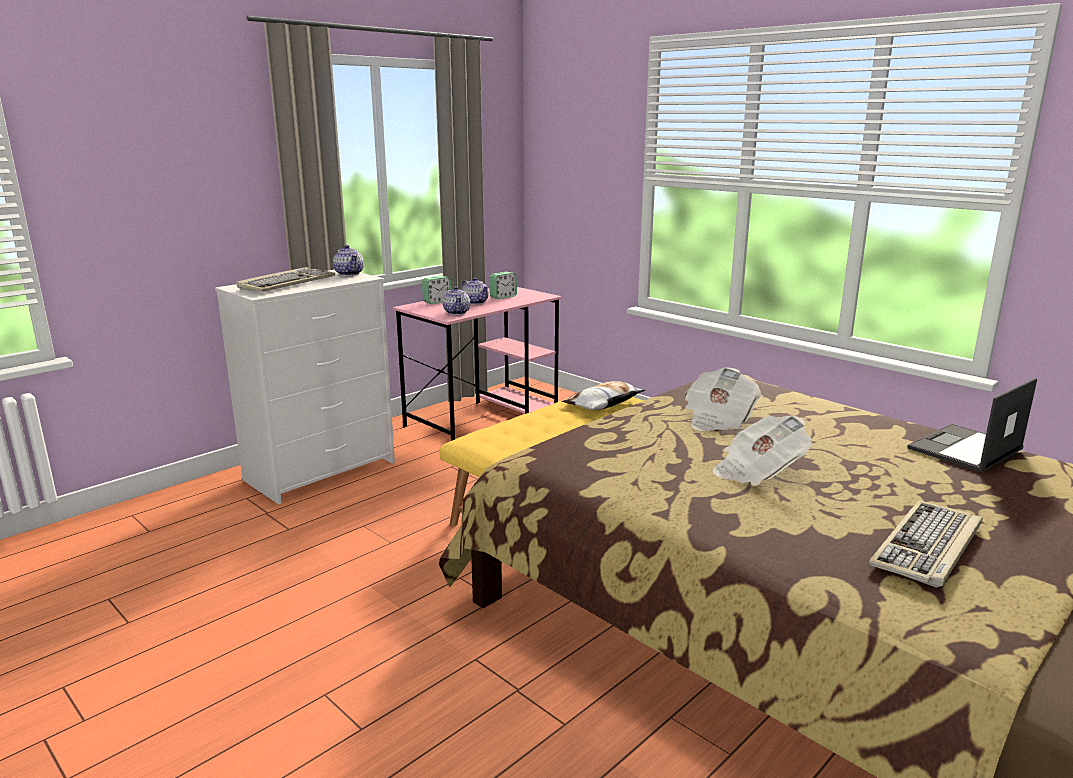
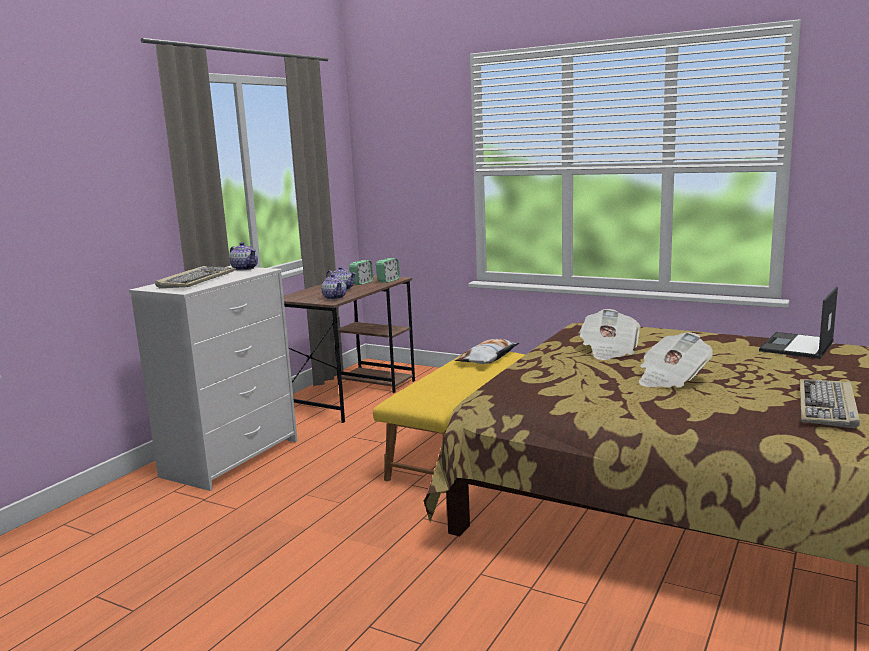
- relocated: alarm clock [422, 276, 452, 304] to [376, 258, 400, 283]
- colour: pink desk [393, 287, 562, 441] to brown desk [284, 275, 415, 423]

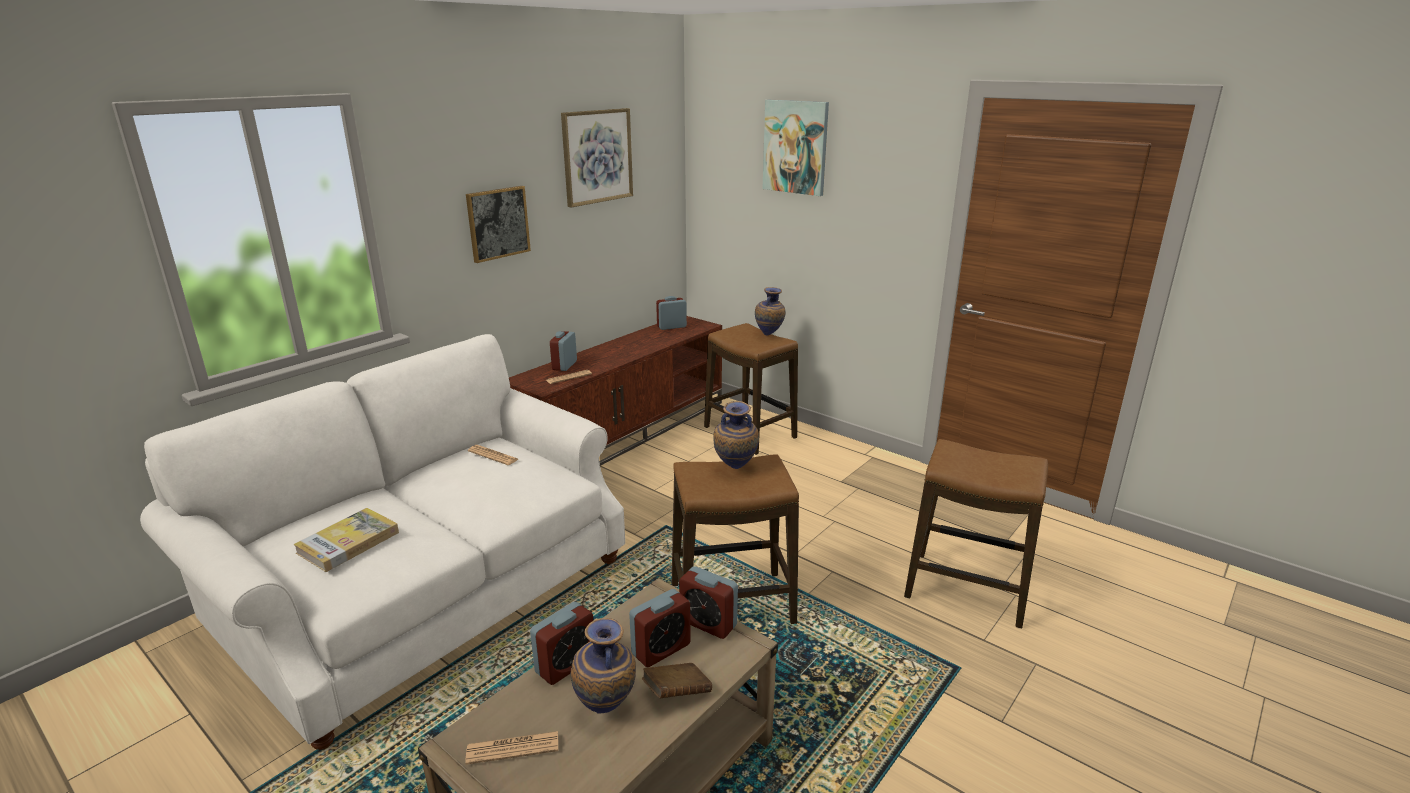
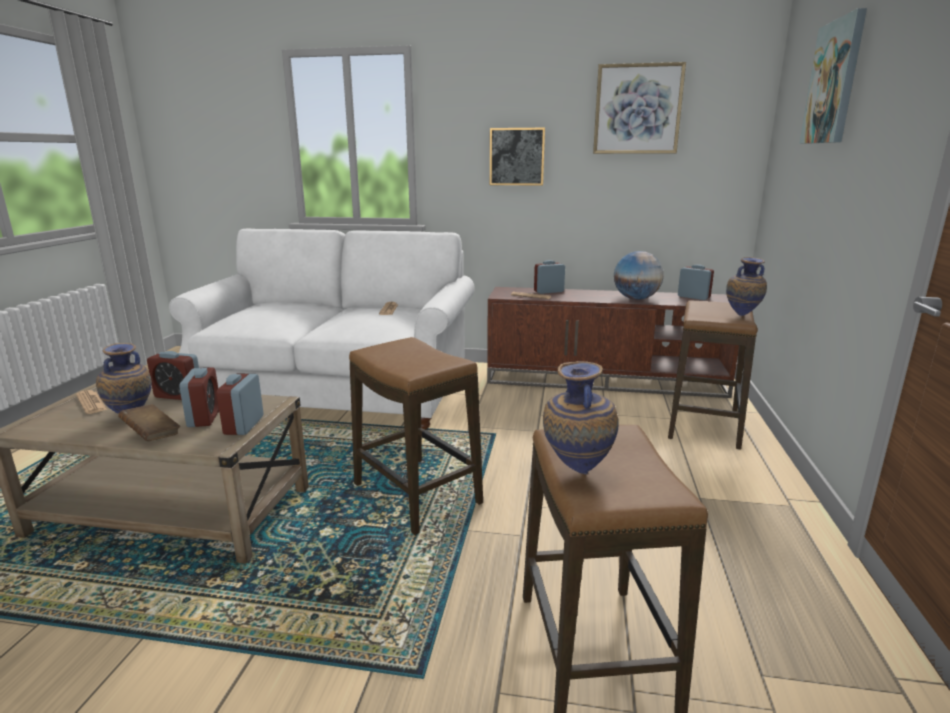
- missing: book [293, 508, 399, 572]
- appeared: globe [614, 251, 664, 300]
- relocated: vase [713, 401, 759, 469] to [543, 361, 619, 475]
- spun: alarm clock [629, 589, 691, 667] = [179, 367, 219, 427] 120 degrees counterclockwise

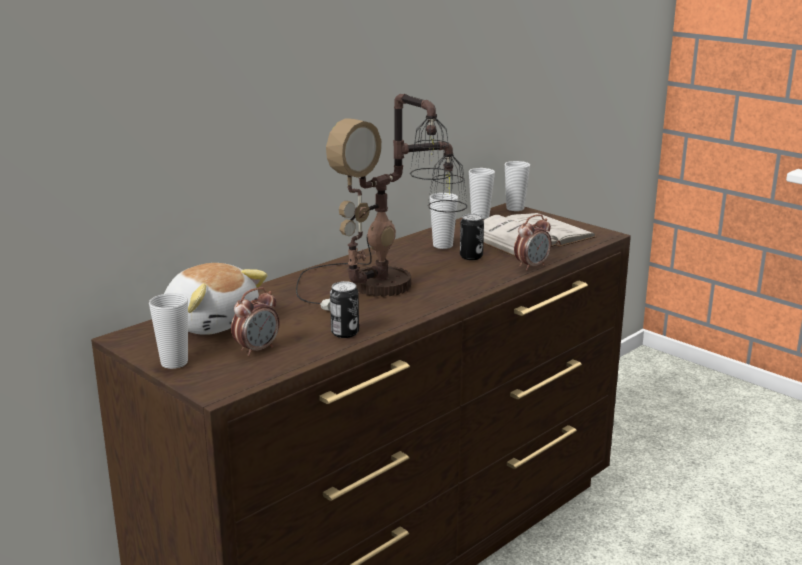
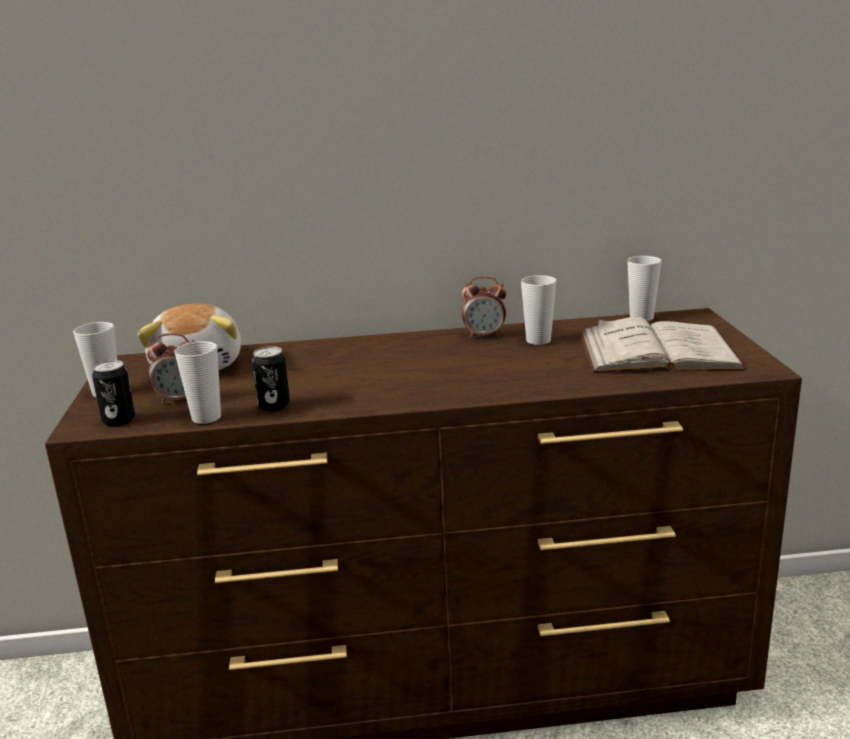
- missing: table lamp [296, 93, 467, 311]
- relocated: can [460, 214, 484, 260] to [92, 360, 135, 426]
- relocated: cup [505, 161, 530, 211] to [175, 341, 221, 424]
- relocated: alarm clock [514, 214, 552, 270] to [461, 276, 507, 338]

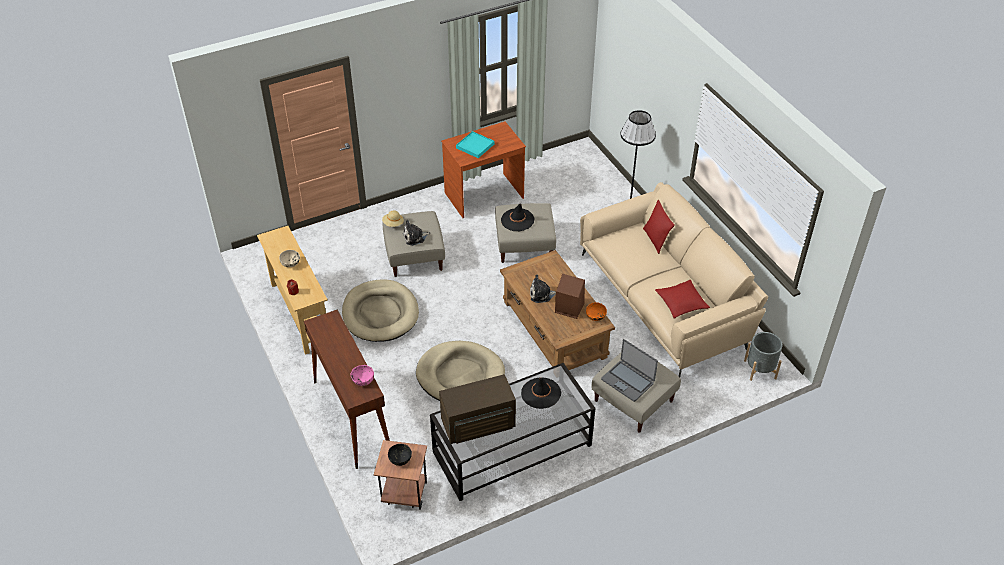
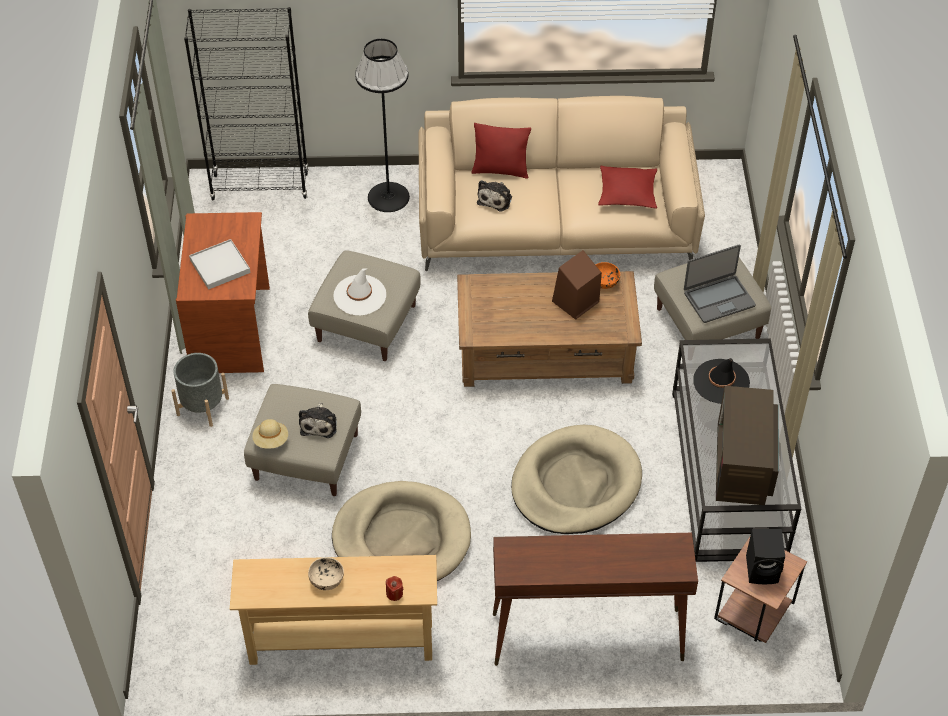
- missing: pink bowl [351, 365, 374, 386]
- appeared: black bookcase [184, 7, 308, 200]
- relocated: plush toy [530, 274, 556, 303] to [477, 180, 512, 211]
- relocated: grey planter [744, 332, 782, 381] to [171, 353, 229, 427]
- exchanged: black bowl [388, 444, 412, 466] to black speaker [746, 529, 785, 584]
- colour: turquoise tray [456, 131, 494, 158] to white tray [189, 239, 251, 290]
- colour: black hat [501, 204, 534, 231] to white hat [333, 268, 386, 316]

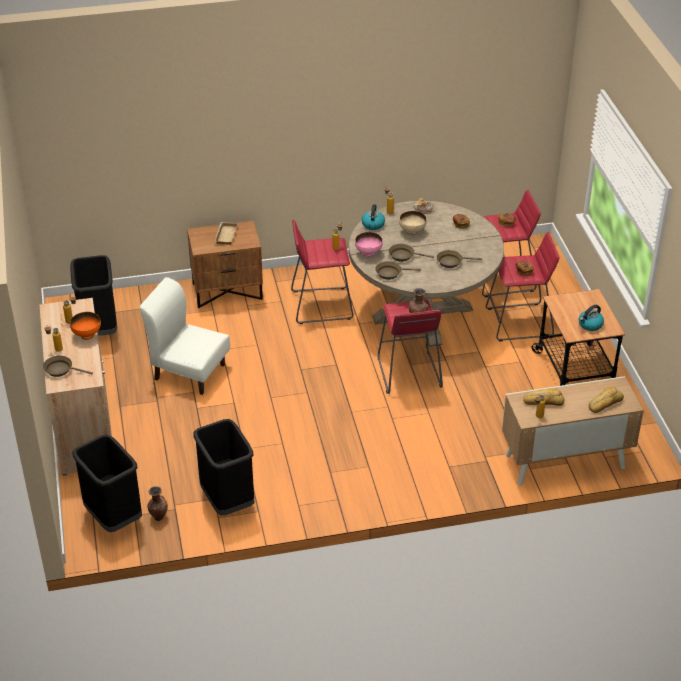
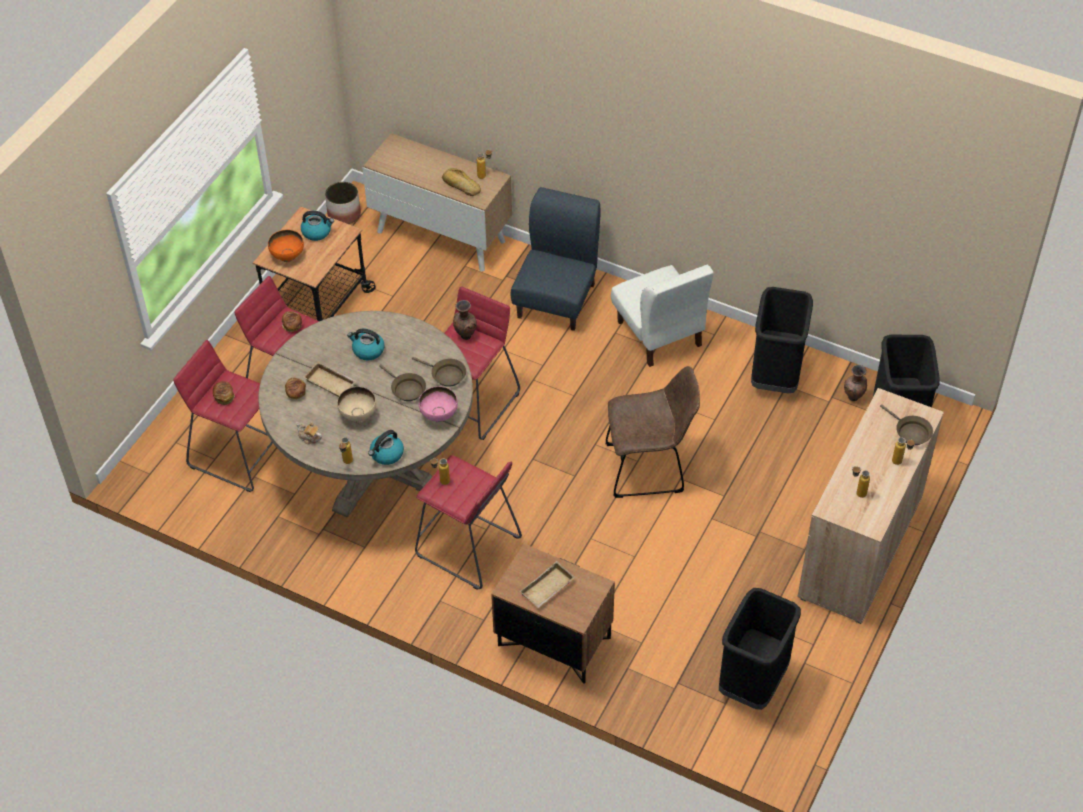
- missing: bread [589, 387, 624, 413]
- appeared: beige tray [303, 361, 356, 397]
- appeared: planter [325, 182, 361, 224]
- appeared: blue chair [511, 187, 600, 331]
- appeared: brown chair [605, 366, 700, 498]
- relocated: orange bowl [70, 312, 101, 340] to [268, 230, 304, 262]
- relocated: white chair [140, 277, 230, 395] to [611, 265, 714, 367]
- exchanged: brown frying pan [437, 250, 482, 268] to kettle [347, 328, 385, 360]

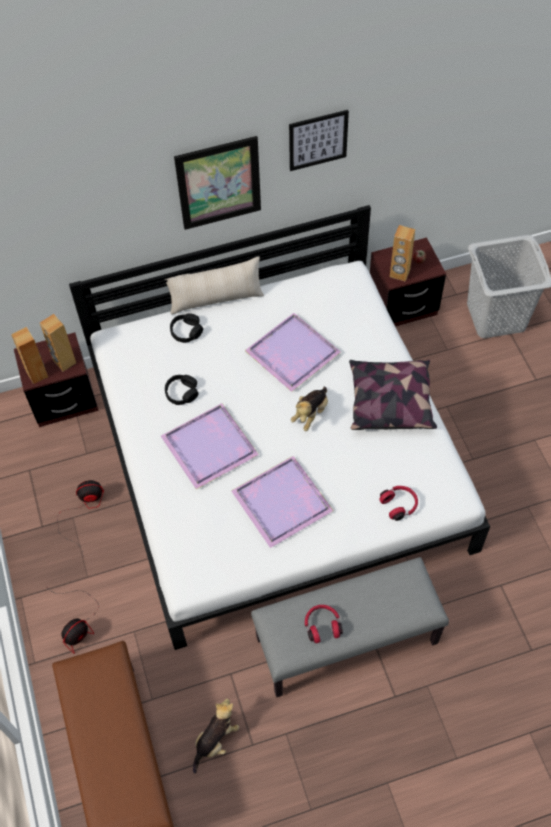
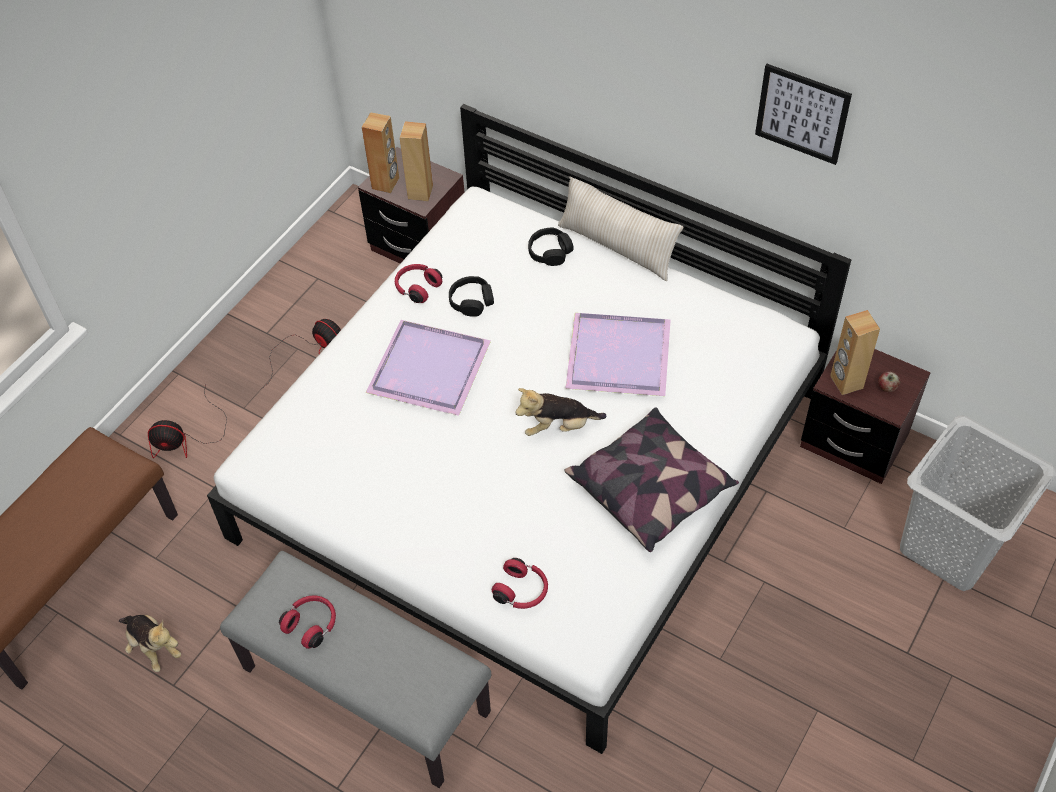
- missing: picture [174, 136, 261, 230]
- missing: purple tray [231, 456, 334, 548]
- appeared: red headphones [395, 264, 442, 303]
- spun: plush toy [193, 699, 239, 773] = [119, 615, 181, 672] 45 degrees clockwise

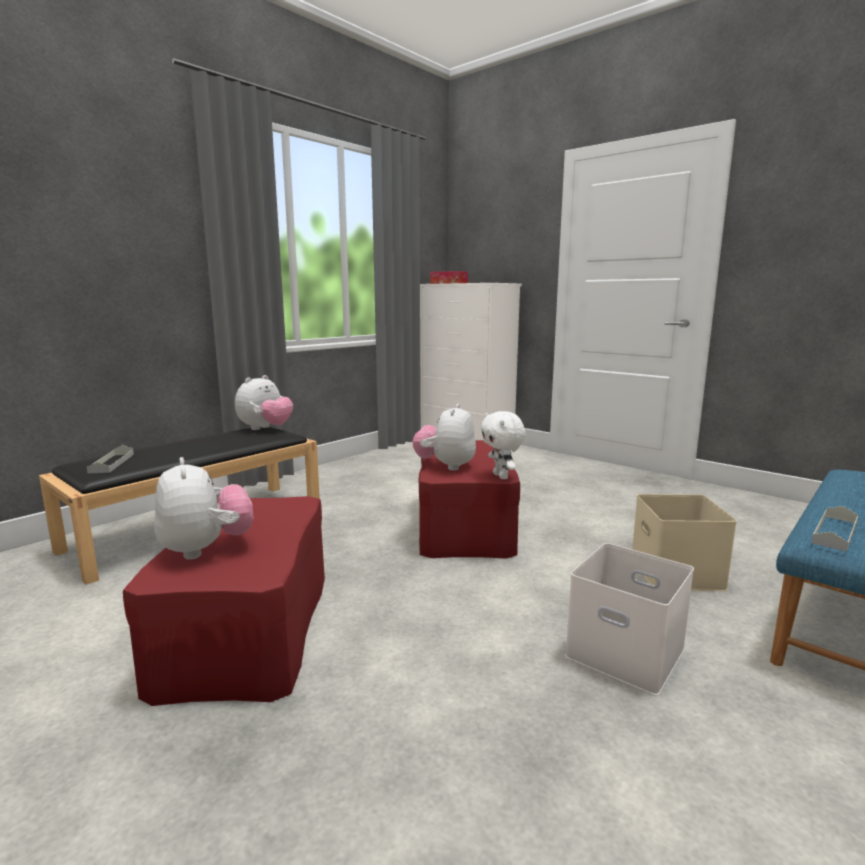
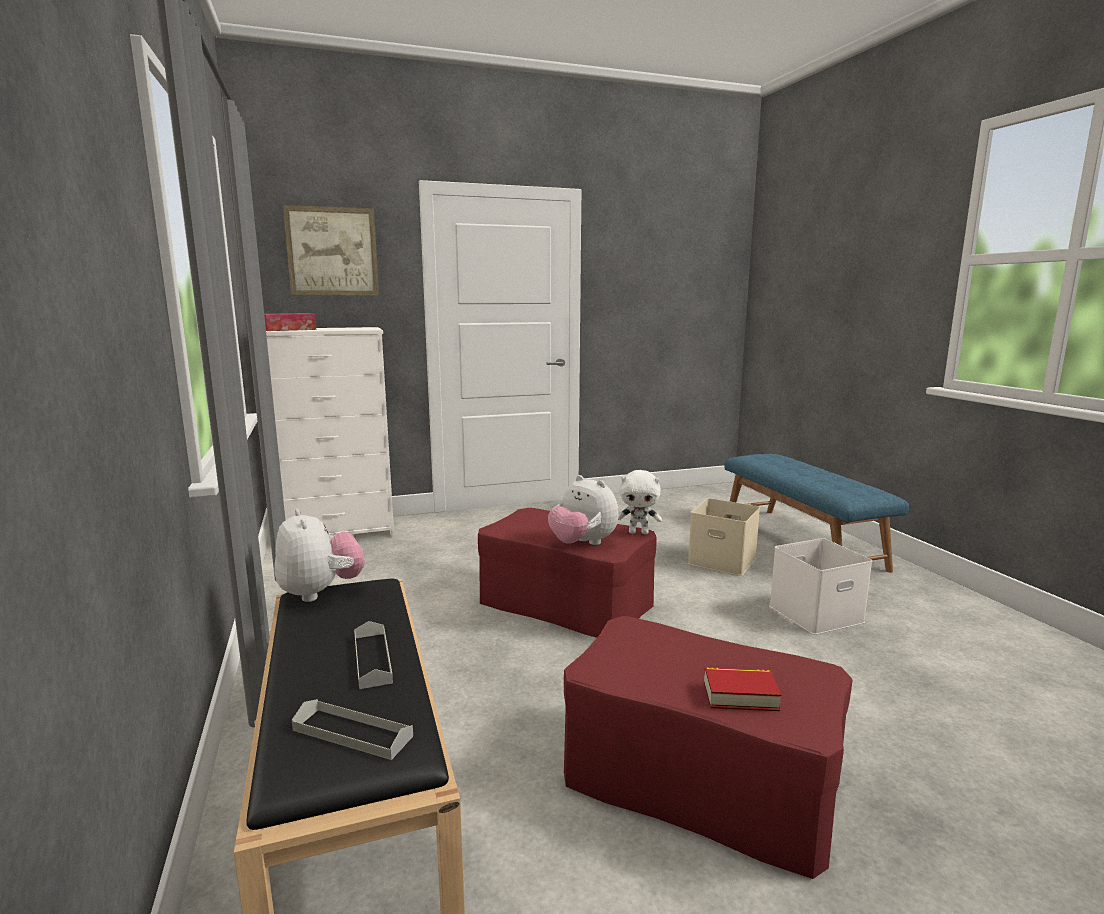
- appeared: picture [283, 205, 379, 296]
- relocated: grey tray [811, 506, 858, 552] to [354, 621, 393, 689]
- exchanged: plush toy [154, 457, 254, 560] to book [704, 667, 781, 711]

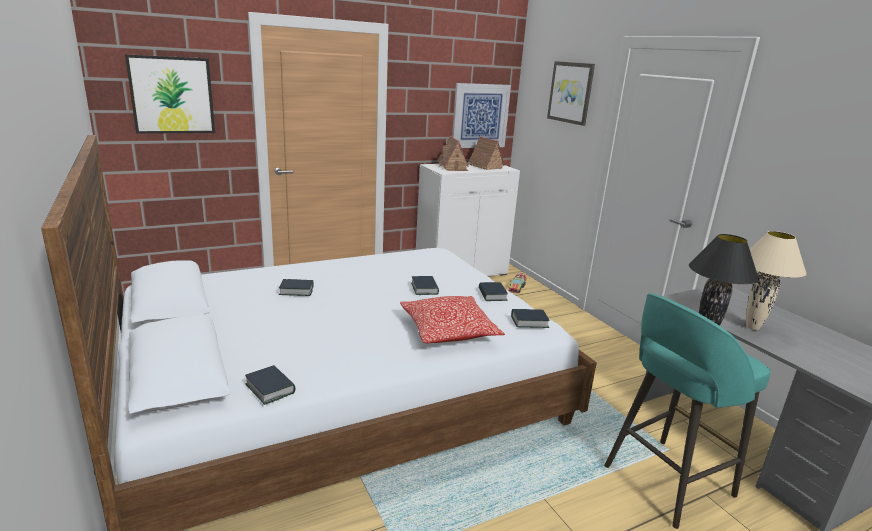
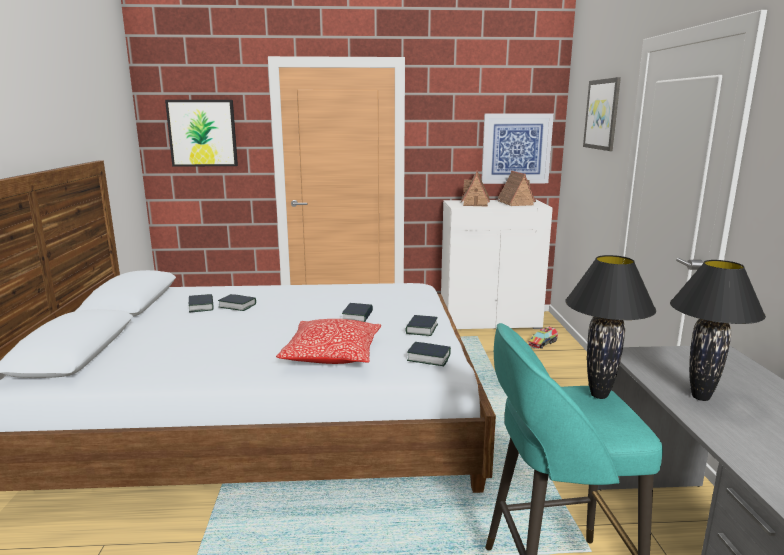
- relocated: book [245, 365, 295, 405] to [189, 294, 214, 312]
- colour: beige table lamp [746, 231, 807, 330] to black table lamp [670, 260, 766, 401]

